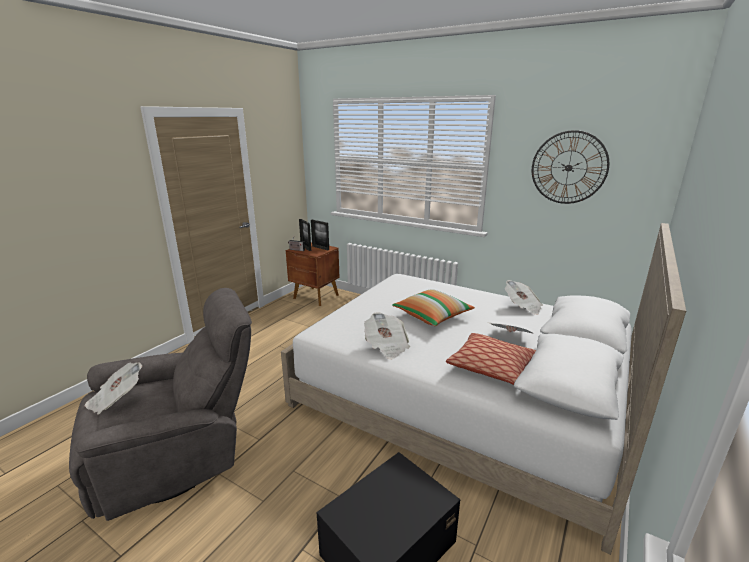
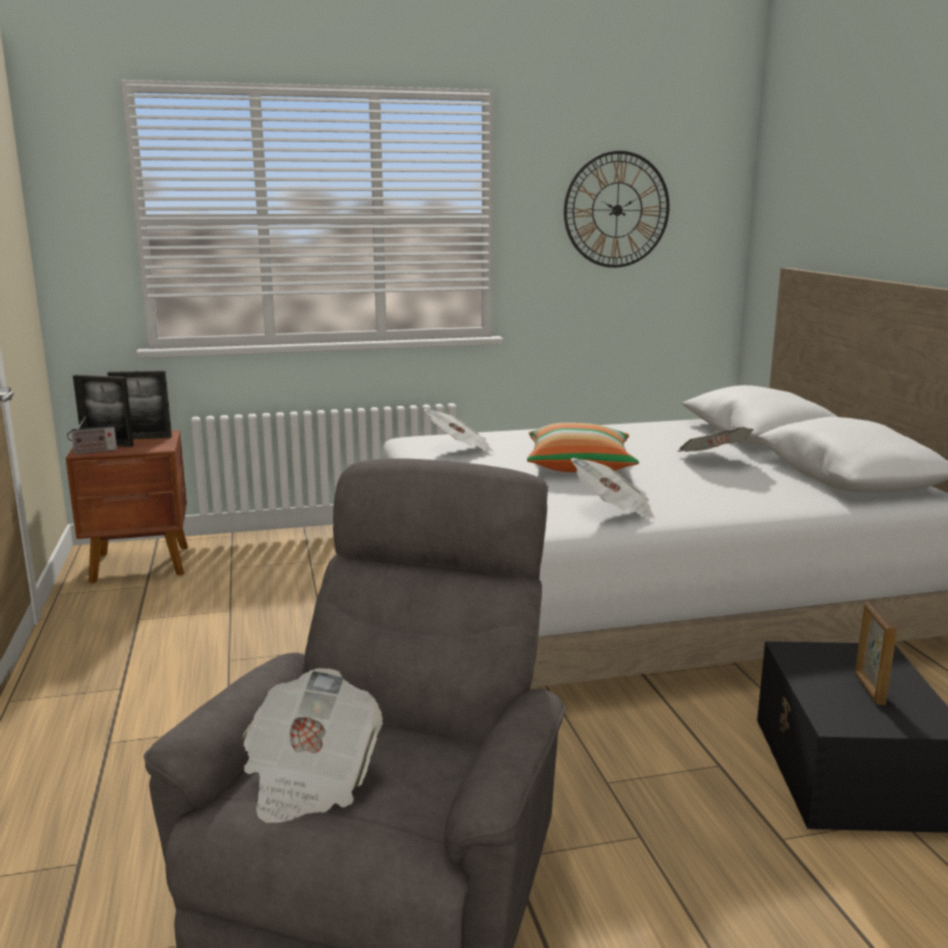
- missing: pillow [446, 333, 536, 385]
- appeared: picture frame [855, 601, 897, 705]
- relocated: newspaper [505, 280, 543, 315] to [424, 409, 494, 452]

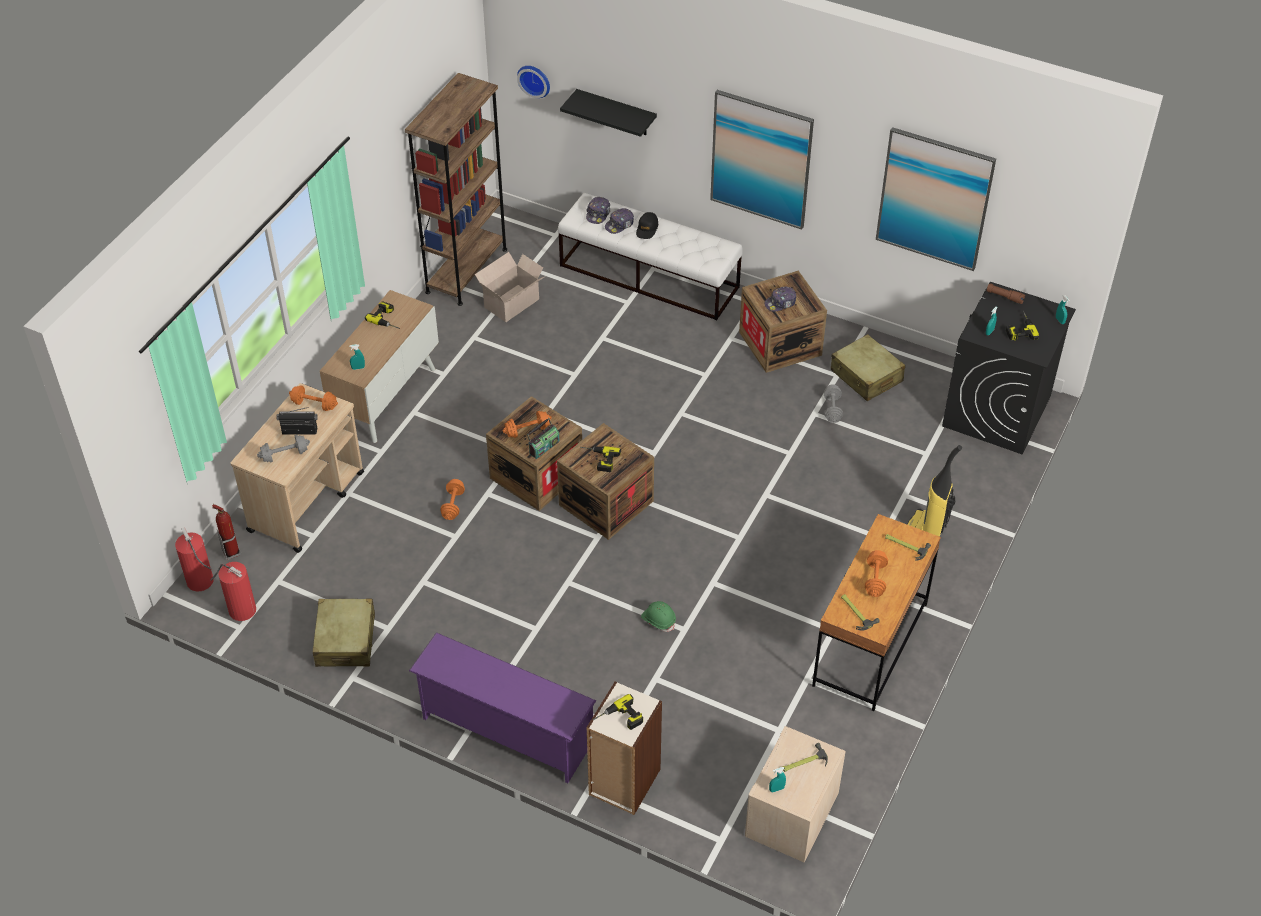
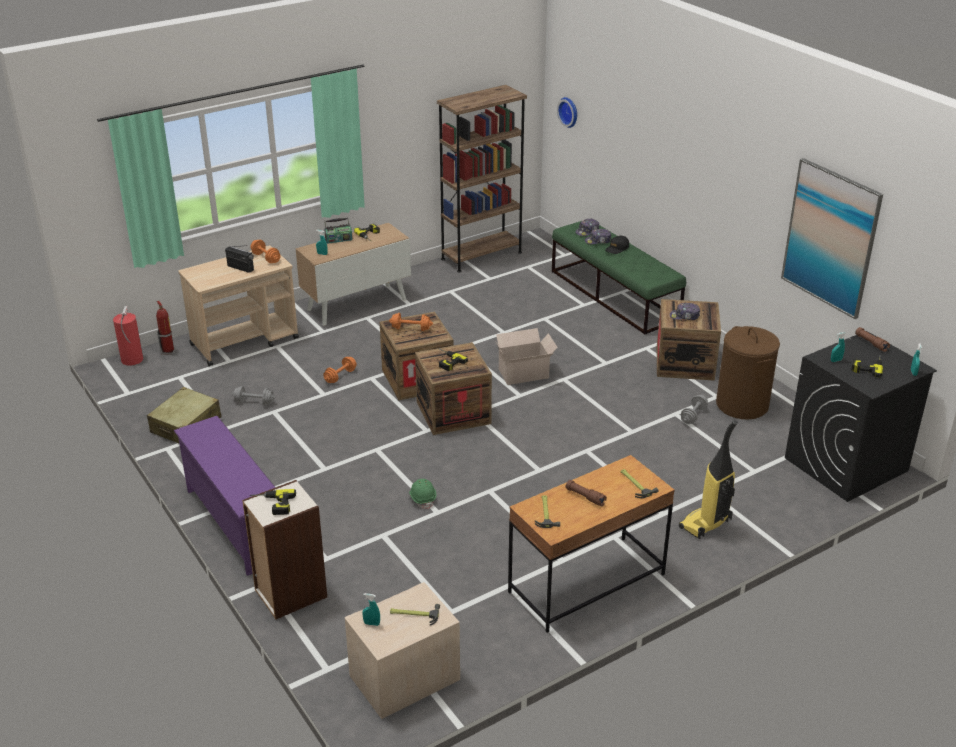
- missing: fire extinguisher [210, 562, 256, 621]
- missing: black shelf [560, 89, 657, 137]
- missing: picture [710, 90, 814, 230]
- relocated: grey dumbbell [257, 435, 310, 463] to [232, 386, 275, 405]
- relocated: cardboard box [475, 252, 544, 322] to [496, 328, 558, 385]
- relocated: radio [527, 418, 559, 459] to [324, 218, 352, 244]
- exchanged: beige suitcase [831, 334, 905, 401] to brown laundry basket [716, 326, 780, 419]
- exchanged: orange dumbbell [865, 550, 888, 597] to brown flashlight [566, 480, 607, 506]
- colour: white bench [558, 193, 743, 320] to green bench [552, 221, 686, 335]

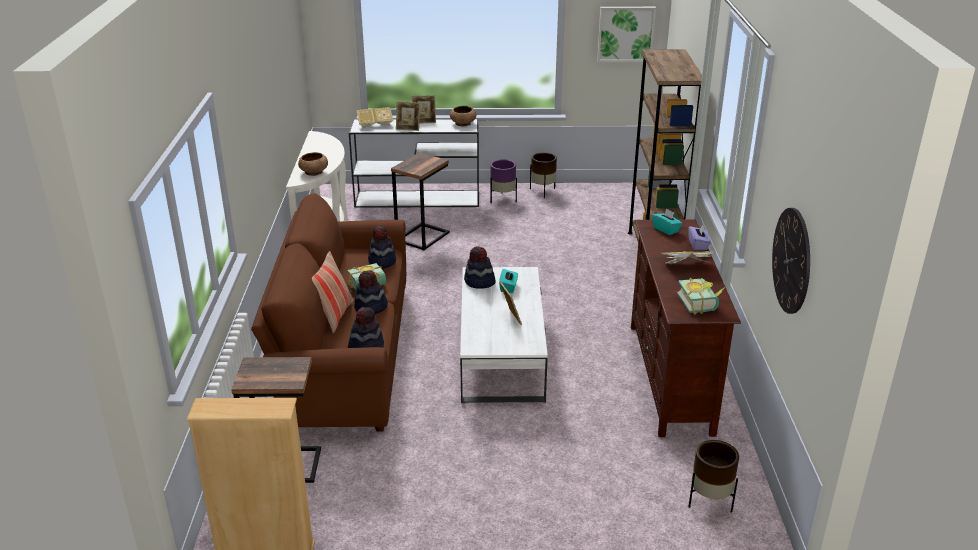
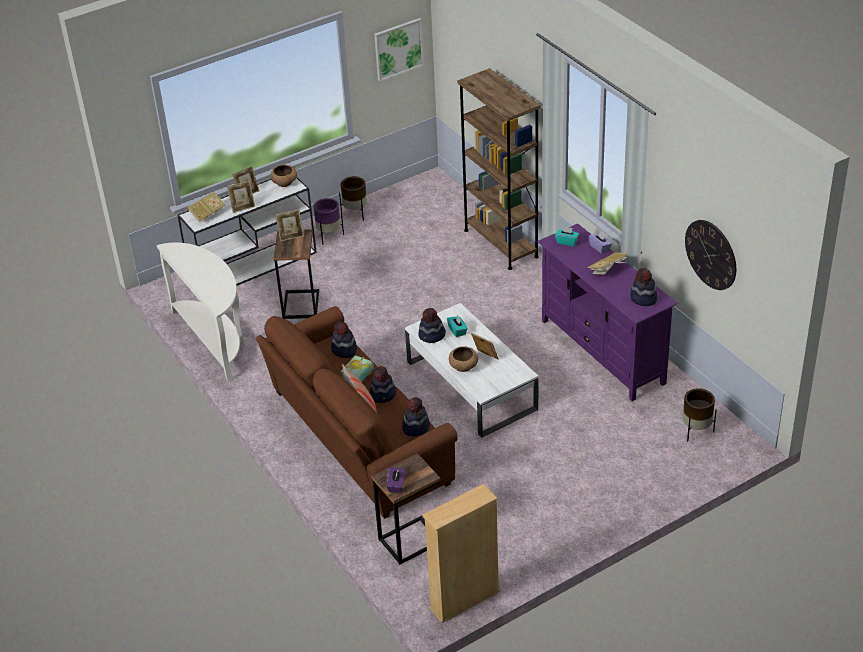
- appeared: picture frame [276, 210, 304, 242]
- appeared: purple tissue box [387, 467, 405, 493]
- relocated: brown bowl [298, 152, 328, 176] to [449, 346, 478, 372]
- exchanged: book [677, 278, 726, 315] to hat [630, 268, 657, 306]
- colour: brown tv stand [631, 220, 741, 437] to purple tv stand [537, 223, 678, 401]

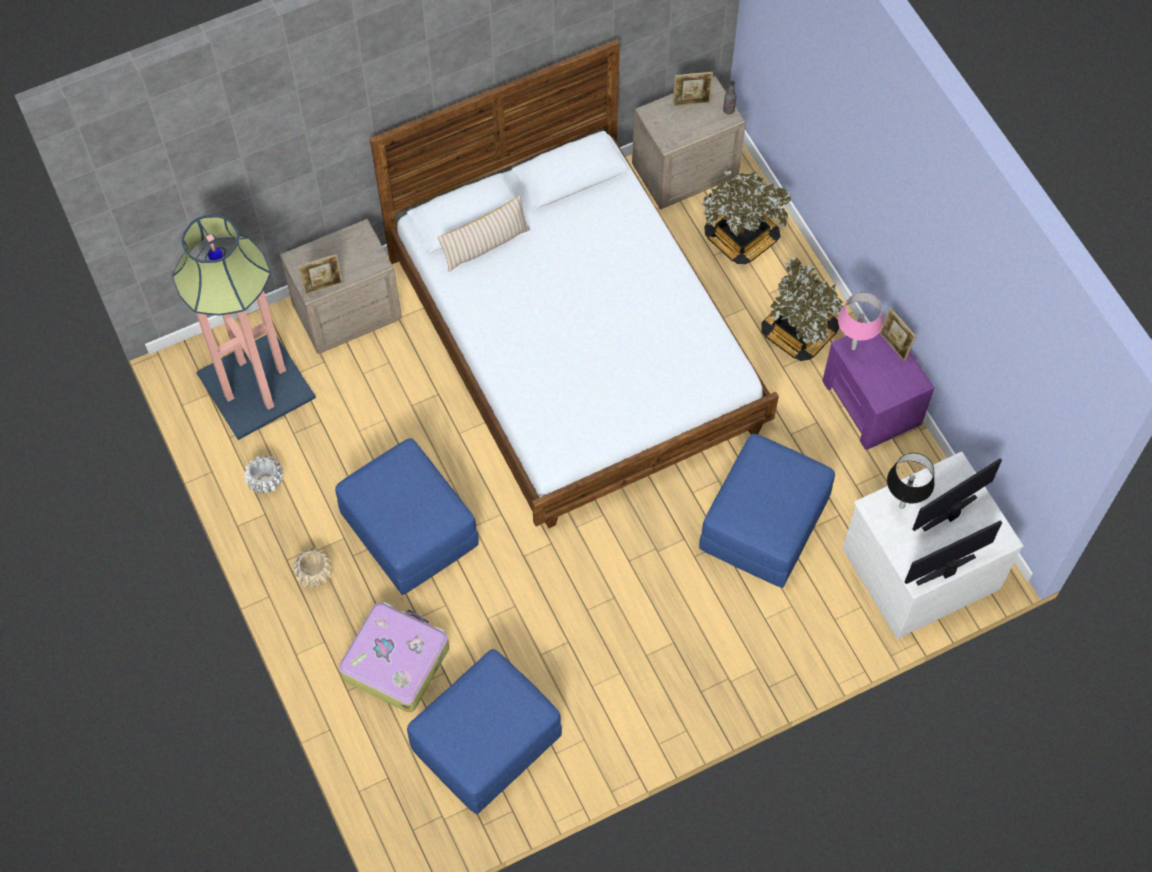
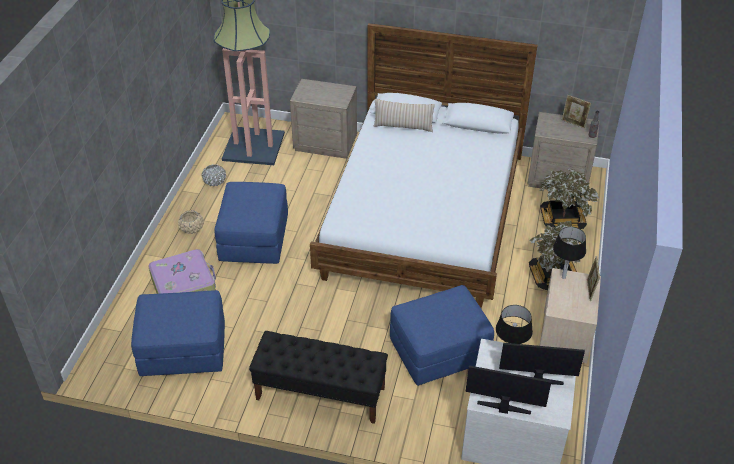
- missing: picture frame [298, 254, 343, 295]
- appeared: black bench [249, 331, 388, 424]
- colour: purple nightstand [822, 319, 934, 450] to beige nightstand [539, 268, 601, 363]
- colour: pink table lamp [838, 292, 883, 350] to black table lamp [553, 227, 586, 279]

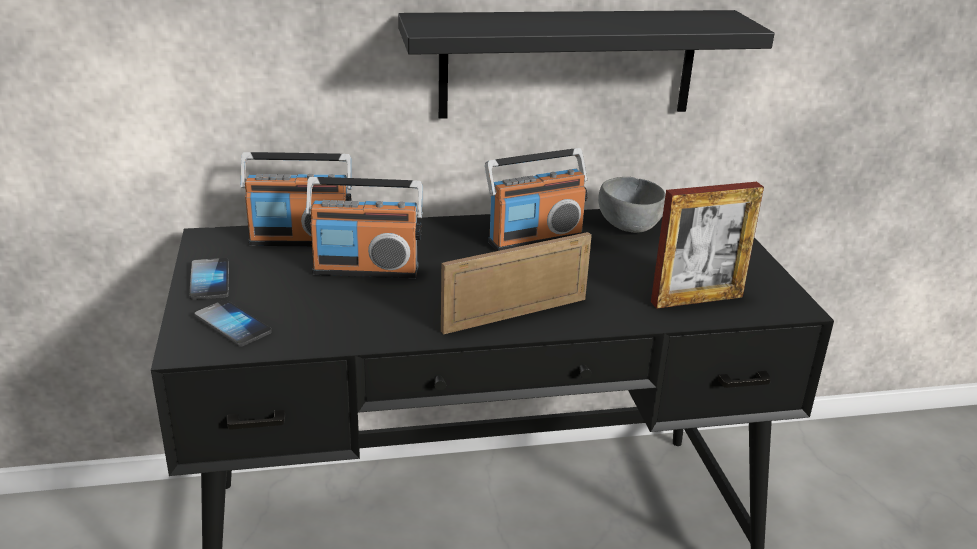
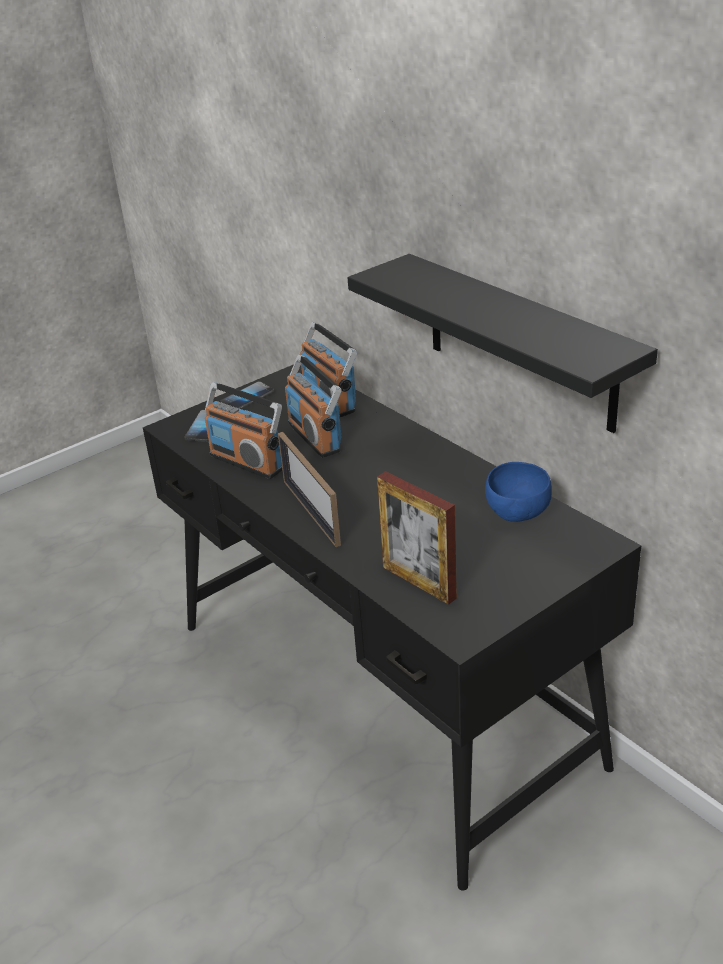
- relocated: radio [485, 148, 588, 251] to [205, 382, 282, 479]
- colour: grey bowl [598, 177, 665, 233] to blue bowl [485, 462, 552, 522]
- spun: picture frame [441, 232, 592, 335] = [278, 432, 341, 547] 150 degrees counterclockwise

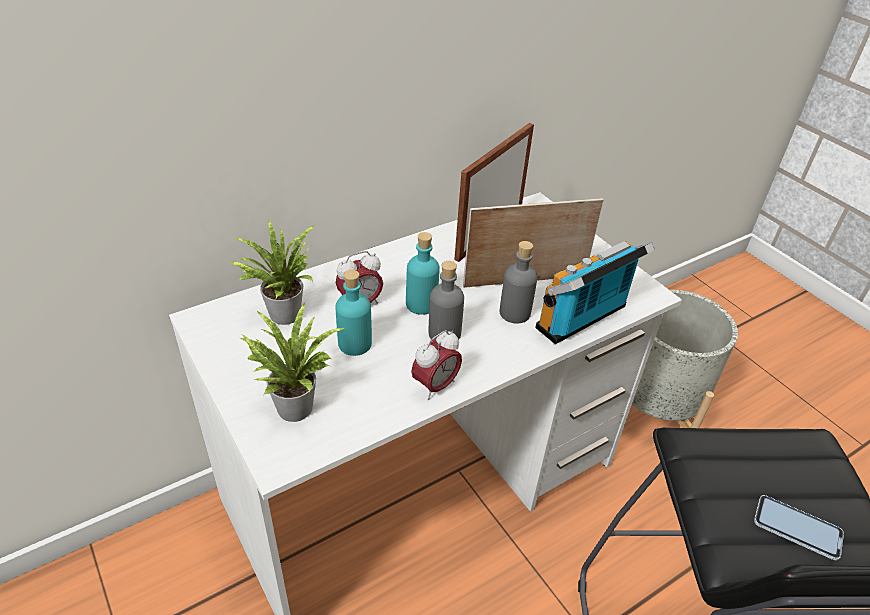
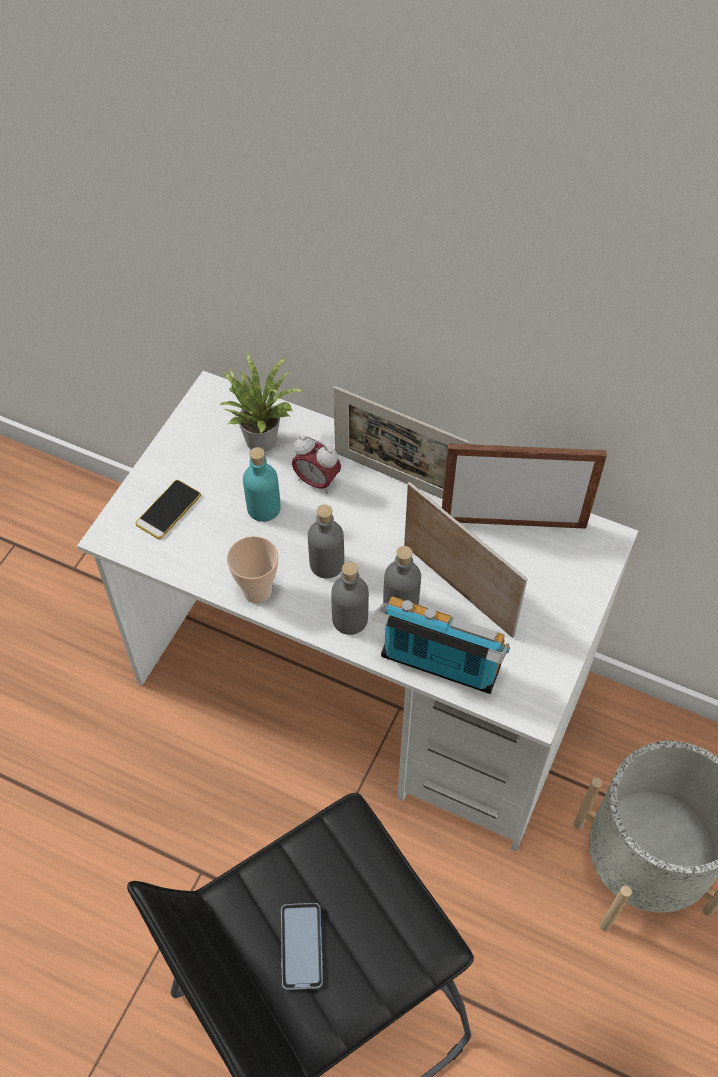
- missing: turquoise bottle [406, 232, 440, 315]
- appeared: grey bottle [331, 562, 369, 635]
- appeared: picture frame [333, 386, 470, 499]
- exchanged: potted plant [240, 303, 344, 422] to phone [135, 480, 201, 539]
- exchanged: alarm clock [411, 330, 462, 400] to cup [227, 536, 278, 603]

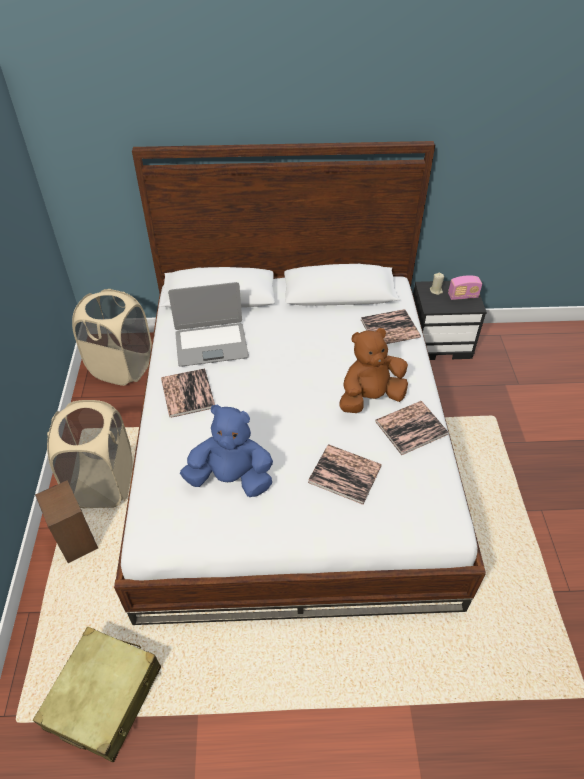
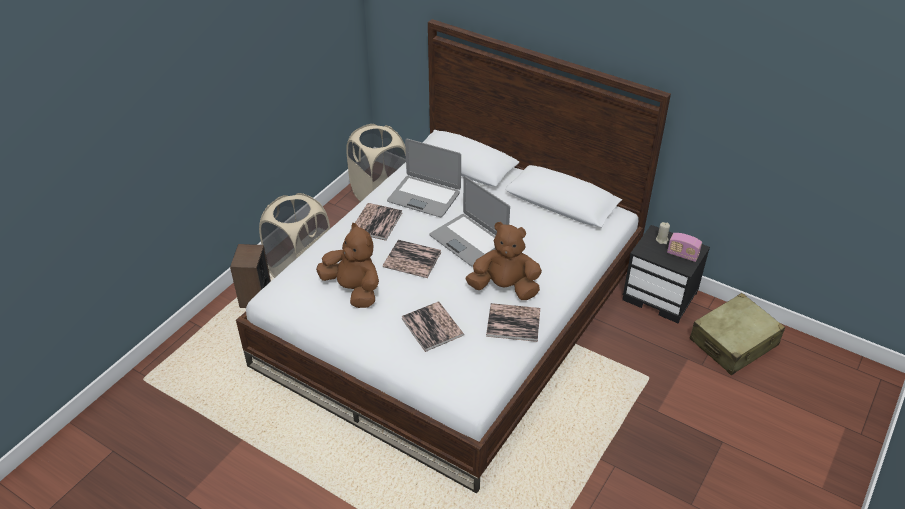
- appeared: laptop [429, 176, 510, 266]
- relocated: beige suitcase [33, 627, 161, 762] to [689, 293, 785, 375]
- relocated: book [361, 309, 421, 344] to [383, 240, 441, 278]
- colour: blue plush toy [180, 405, 273, 497] to brown plush toy [316, 223, 379, 308]

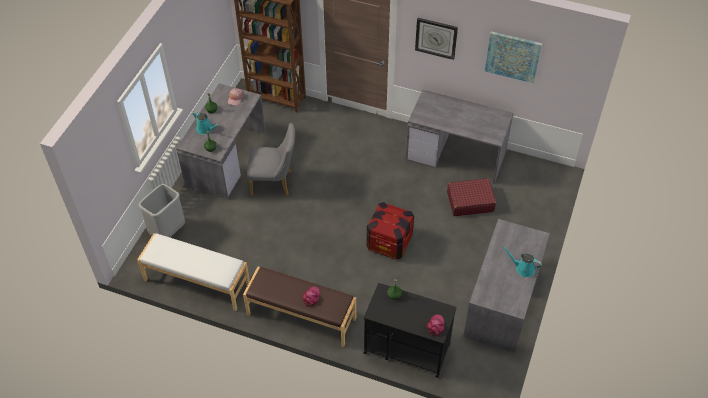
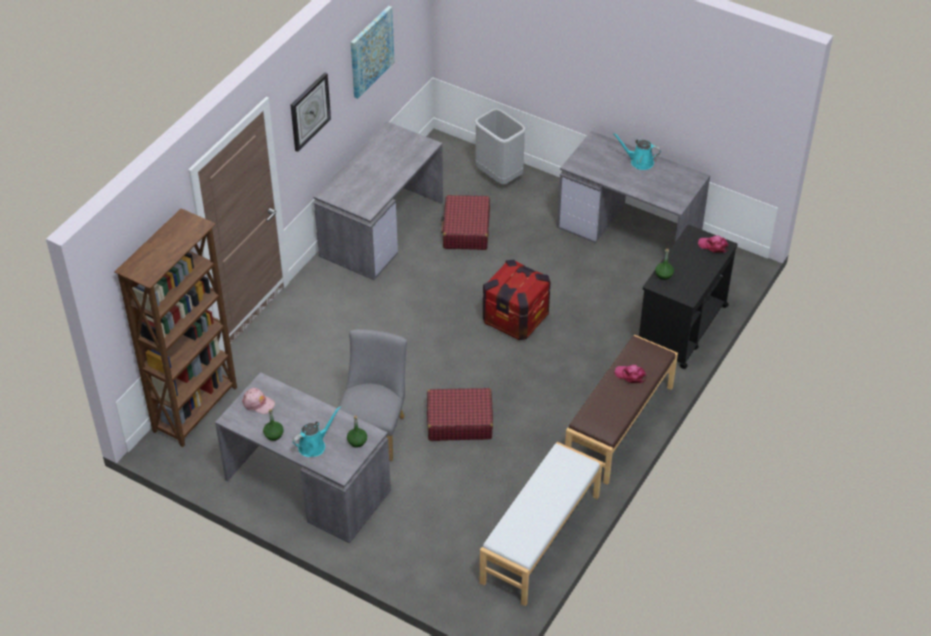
- appeared: red suitcase [427, 388, 493, 441]
- relocated: grey trash can [138, 184, 185, 237] to [475, 108, 526, 184]
- spun: turquoise watering can [503, 246, 542, 277] = [613, 133, 661, 170] 75 degrees clockwise

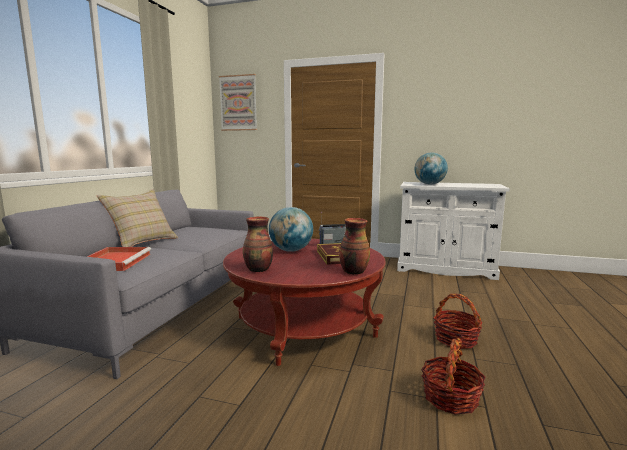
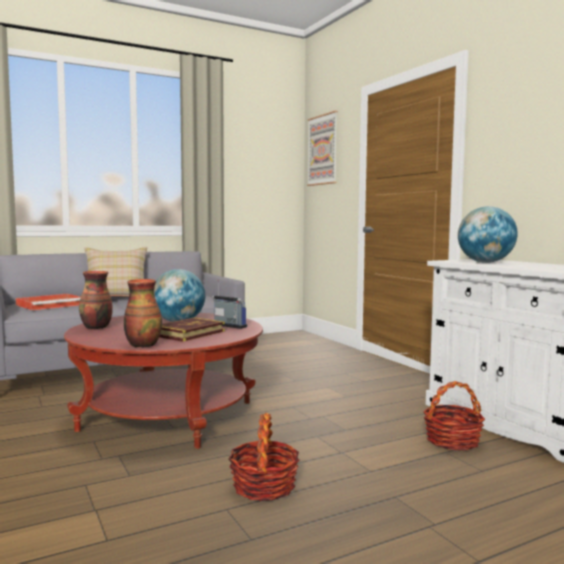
- relocated: basket [421, 338, 485, 415] to [423, 381, 485, 451]

